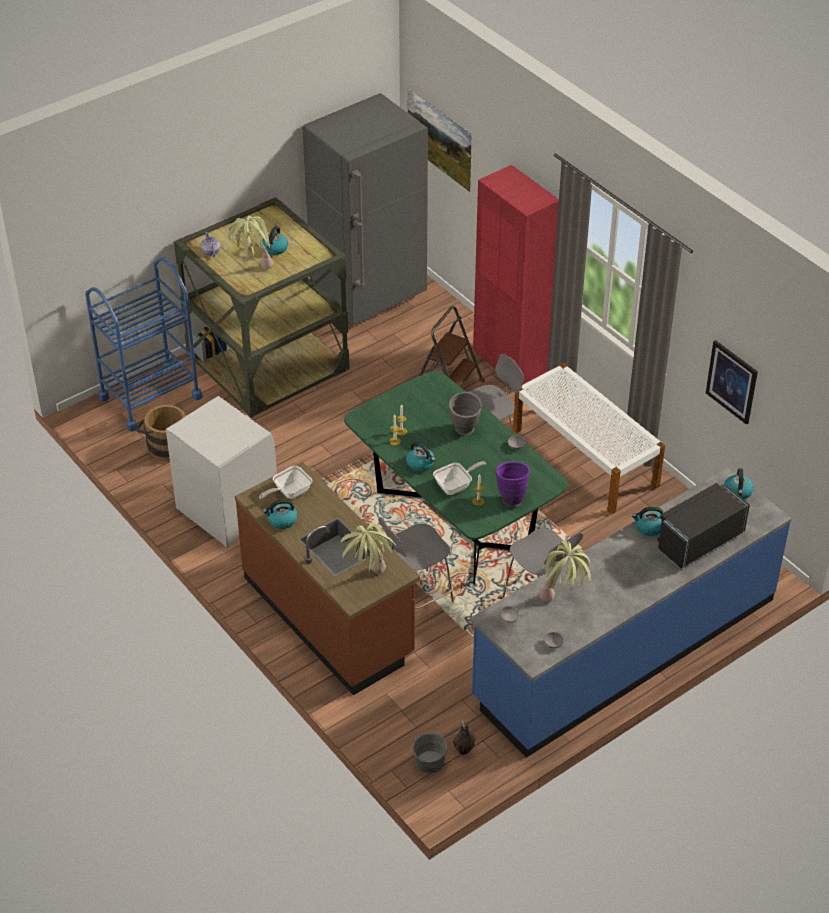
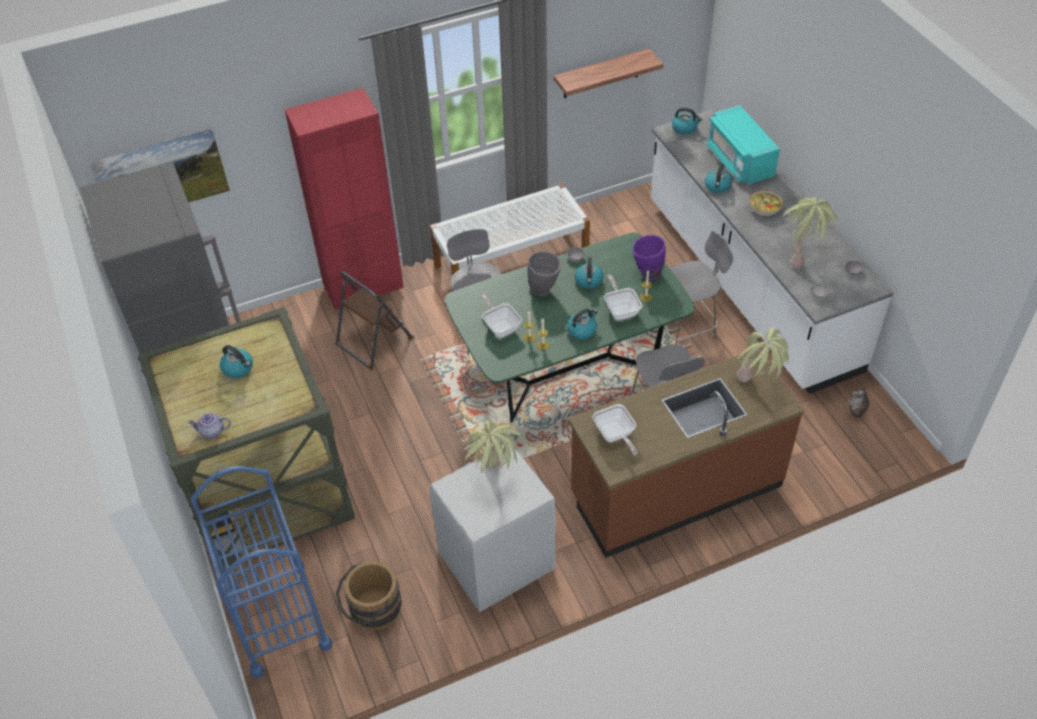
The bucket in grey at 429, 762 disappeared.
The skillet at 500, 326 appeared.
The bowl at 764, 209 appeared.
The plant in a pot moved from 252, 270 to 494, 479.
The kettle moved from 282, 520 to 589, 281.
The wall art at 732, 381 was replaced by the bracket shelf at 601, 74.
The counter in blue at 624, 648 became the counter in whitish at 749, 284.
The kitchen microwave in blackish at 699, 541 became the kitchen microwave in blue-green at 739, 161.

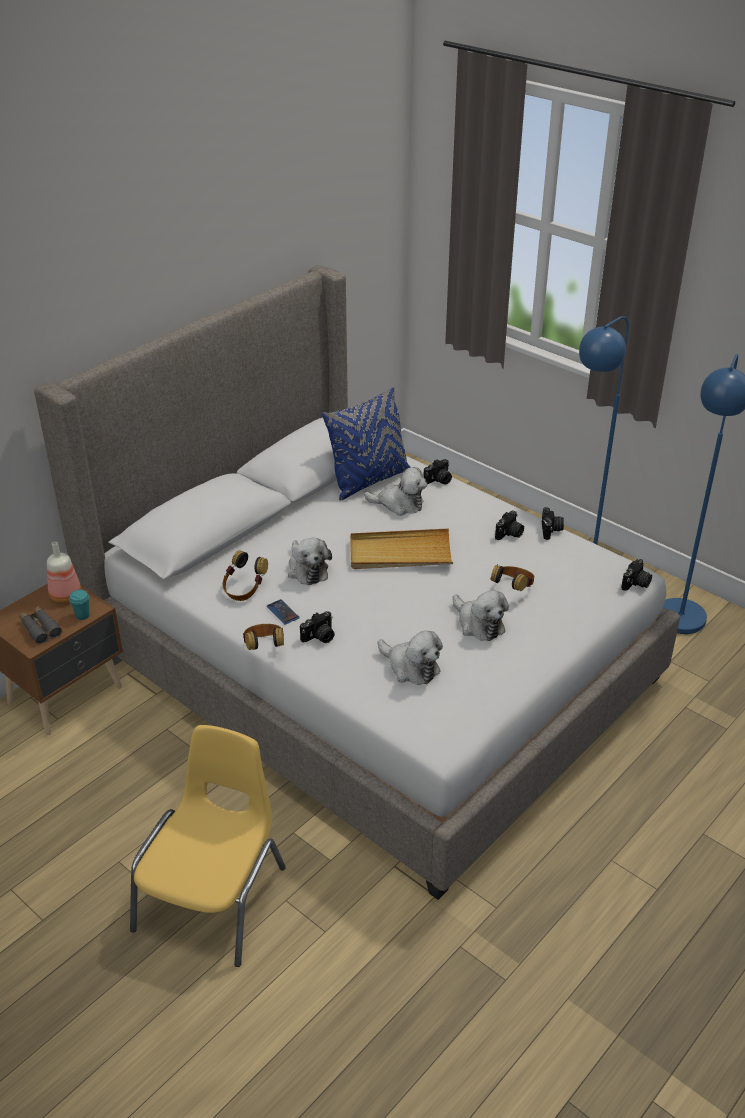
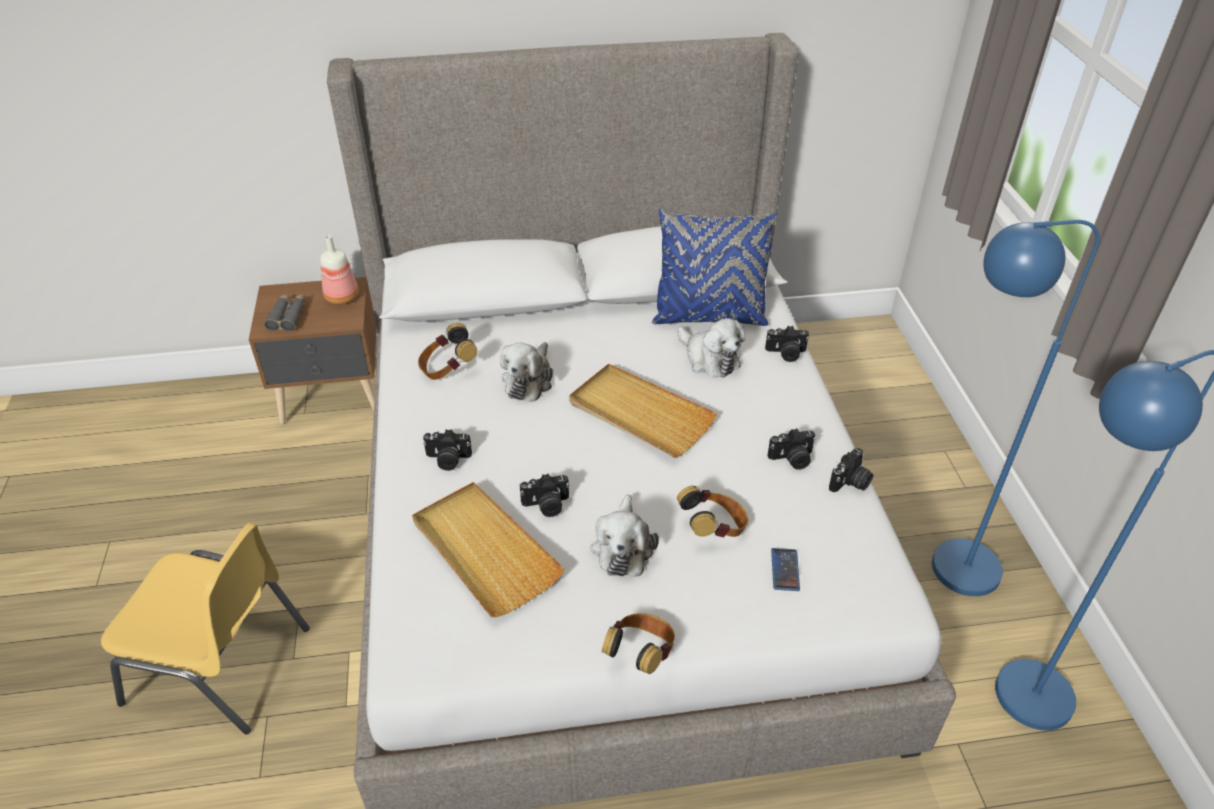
The cup in blue-green at 82, 615 disappeared.
The pair of headphones moved from 264, 648 to 641, 654.
The handset moved from 283, 612 to 785, 570.
The photo camera moved from 636, 584 to 546, 505.
The cuddly toy at 411, 667 was replaced by the serving tray in beige-coloured at 484, 551.
The chair in yellow at 213, 897 turned 45 degrees clockwise.

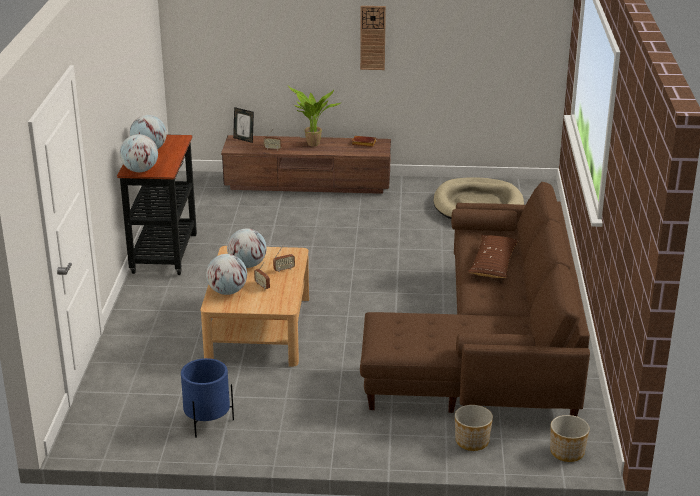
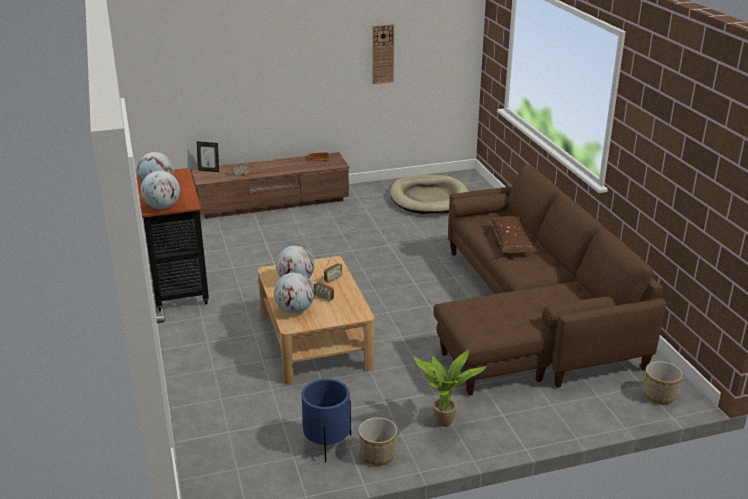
The plant in a pot moved from 312, 145 to 444, 424.
The hanging clock moved from 372, 37 to 383, 54.
The planter moved from 471, 441 to 377, 455.

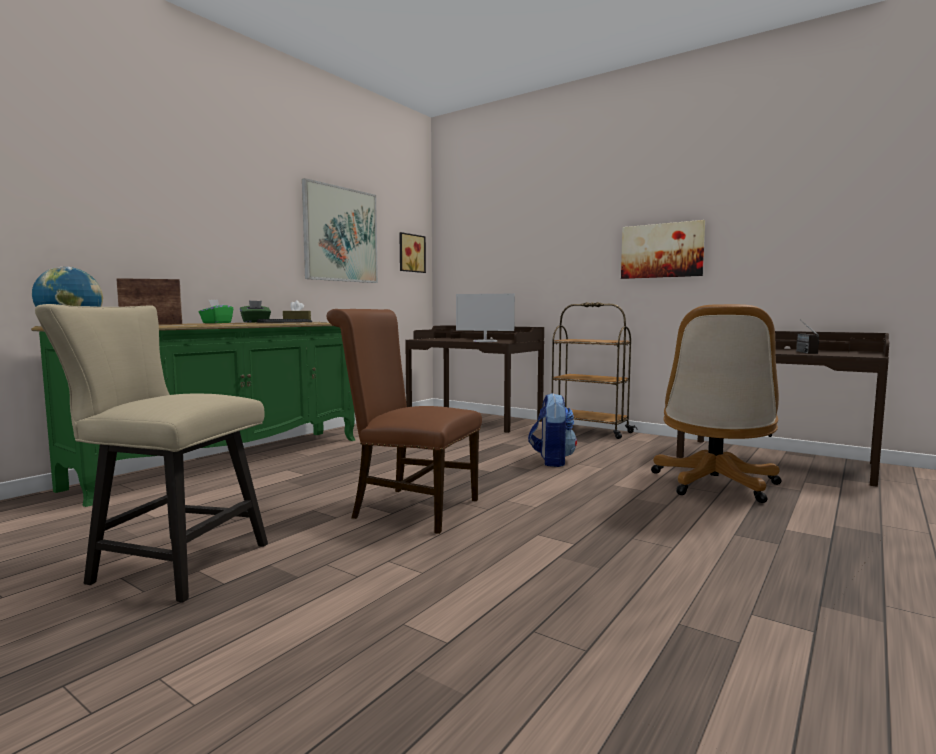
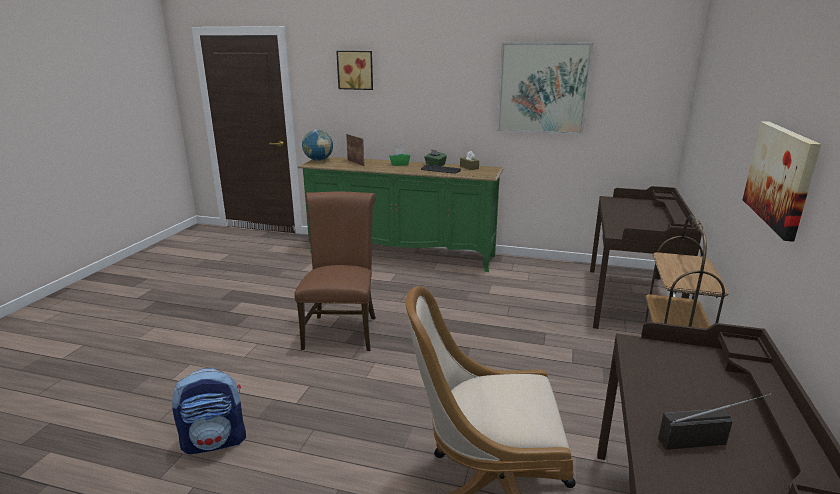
The chair in beige-coloured at 170, 563 disappeared.
The computer display at 485, 341 disappeared.
The wall art moved from 410, 253 to 355, 70.
The knapsack moved from 552, 460 to 215, 441.

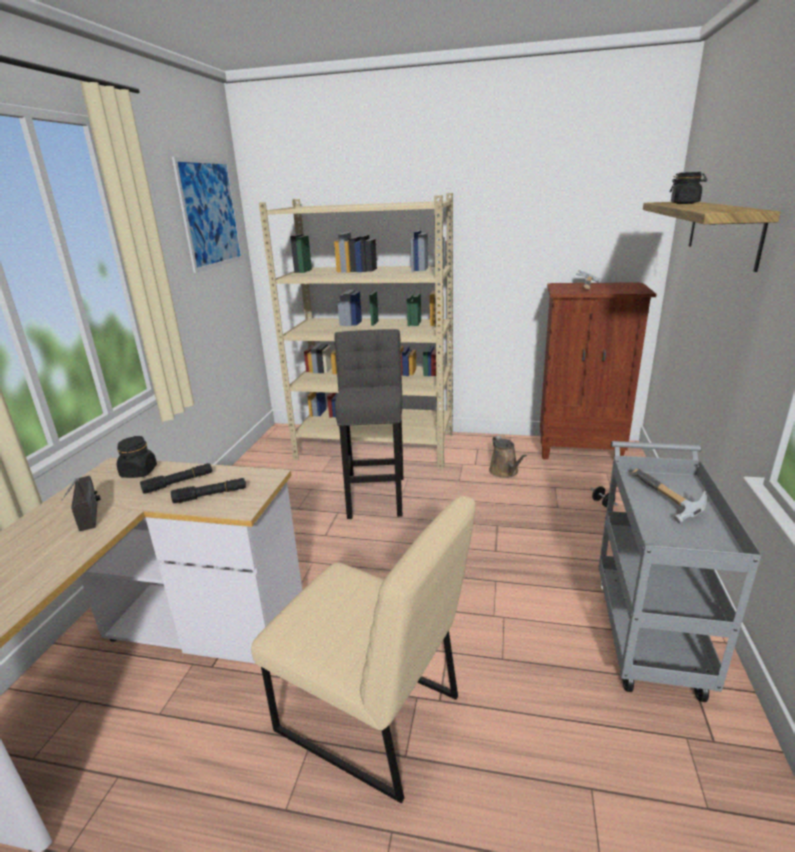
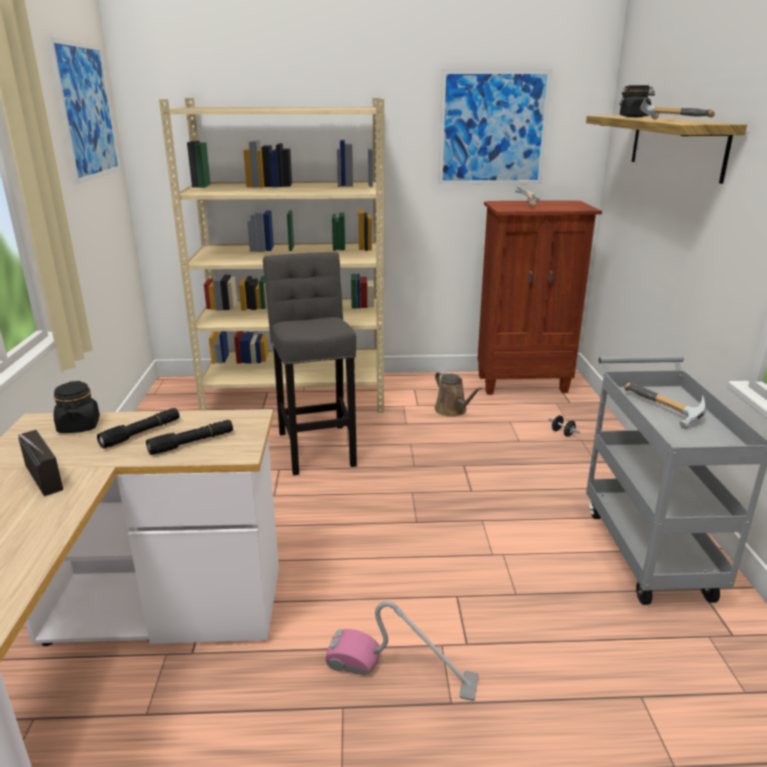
The wall art at 493, 128 appeared.
The hammer at 673, 120 appeared.
The chair in beige-coloured at 372, 716 was replaced by the vacuum at 401, 671.

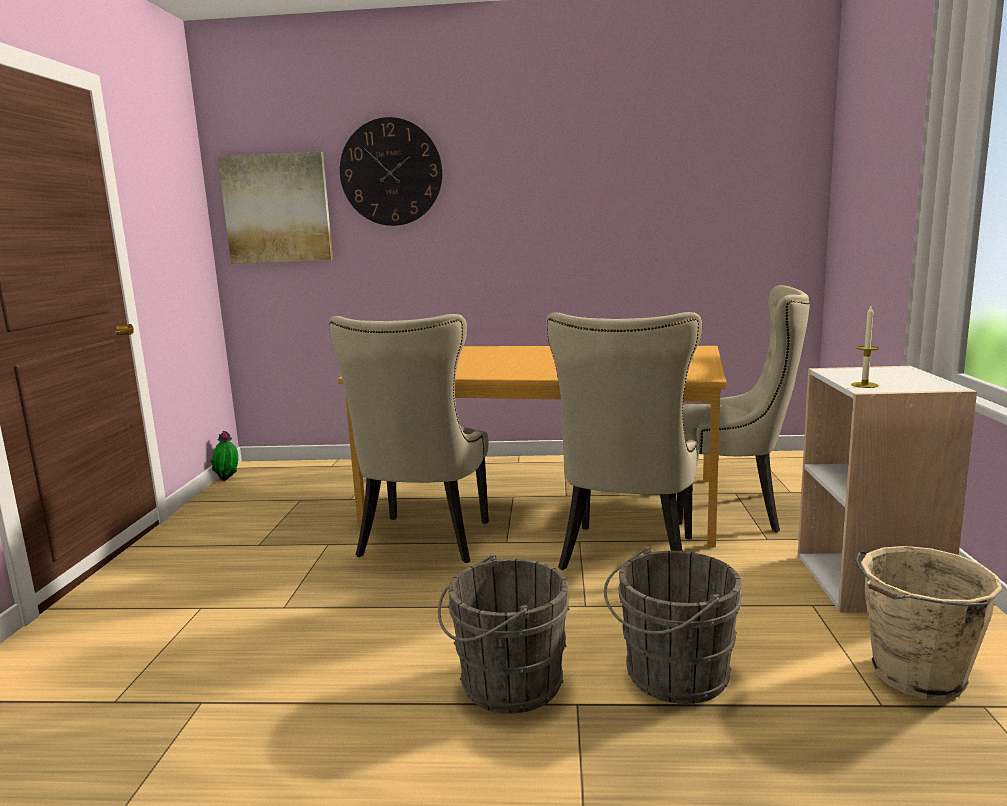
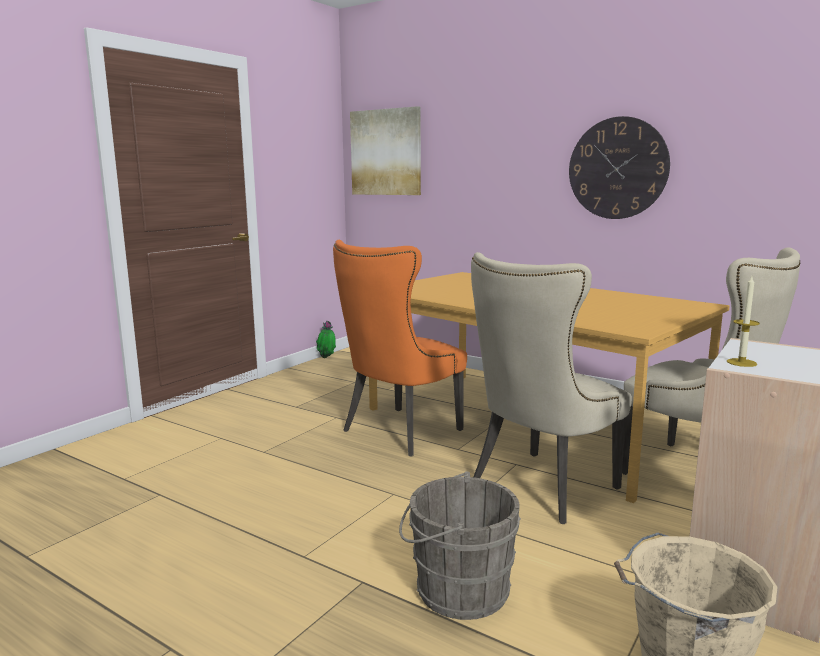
The bucket in grey at 505, 684 disappeared.
The hanging clock moved from 391, 172 to 617, 168.
The chair in beige-coloured at 425, 541 became the chair in orange at 400, 432.

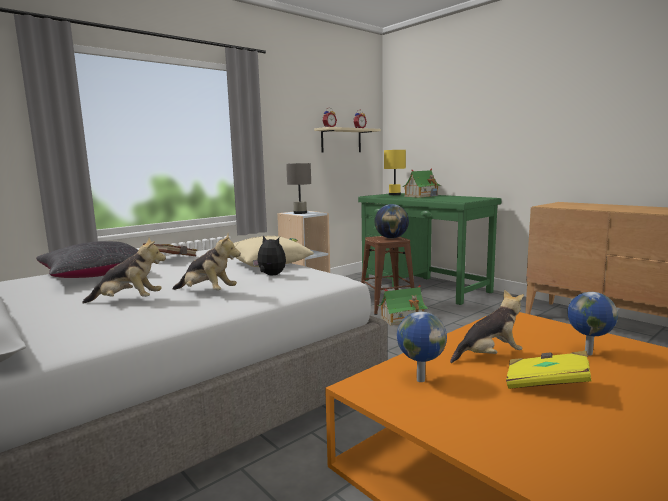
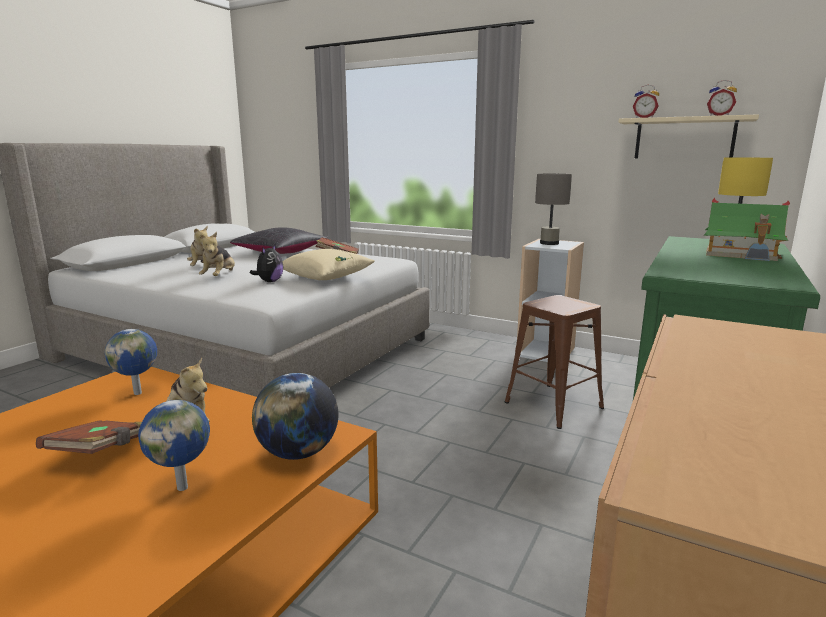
The miniature house at 402, 318 disappeared.
The world globe moved from 391, 238 to 298, 453.
The book in yellow at 546, 385 became the book in brownish at 100, 452.

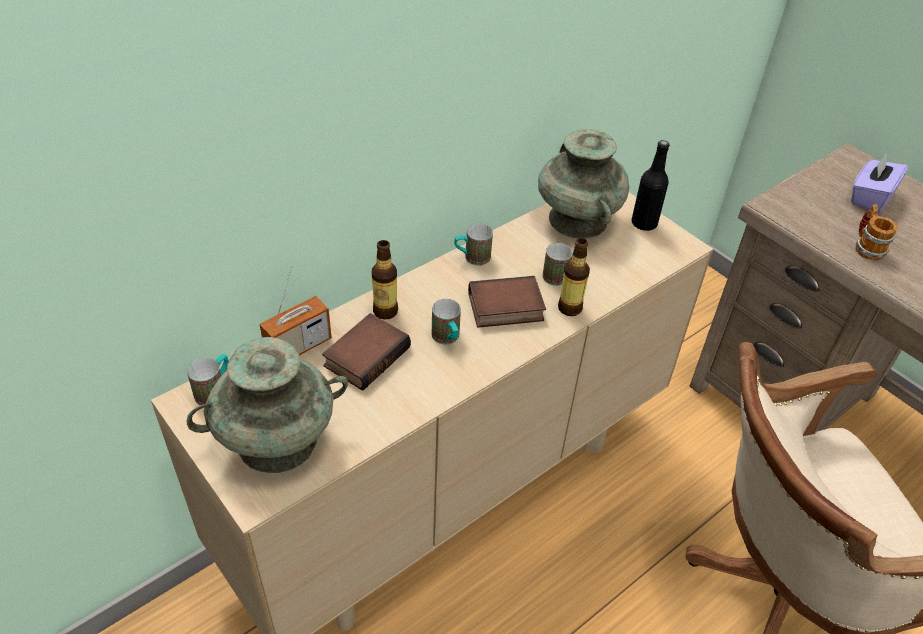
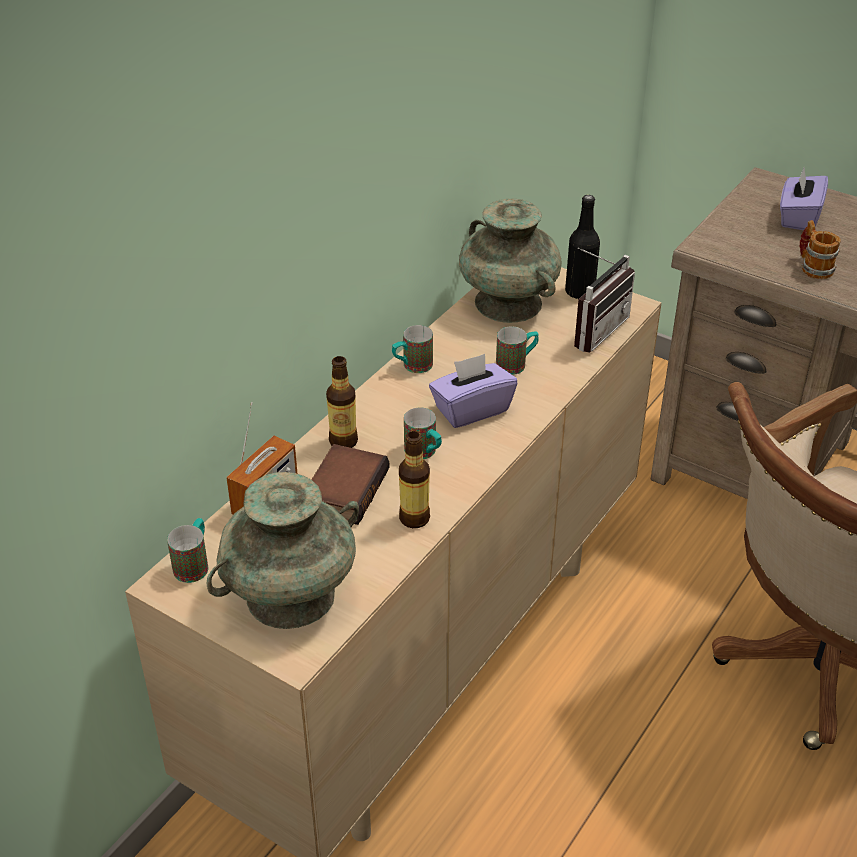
The radio receiver at 594, 329 appeared.
The drink bottle moved from 569, 308 to 414, 518.
The book at 505, 309 was replaced by the tissue holder in purplish at 471, 409.

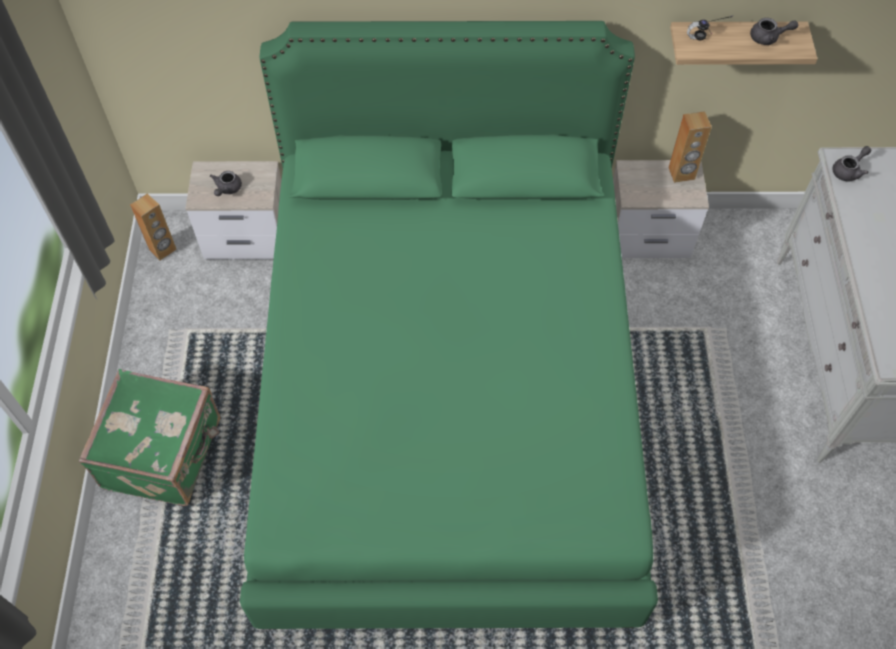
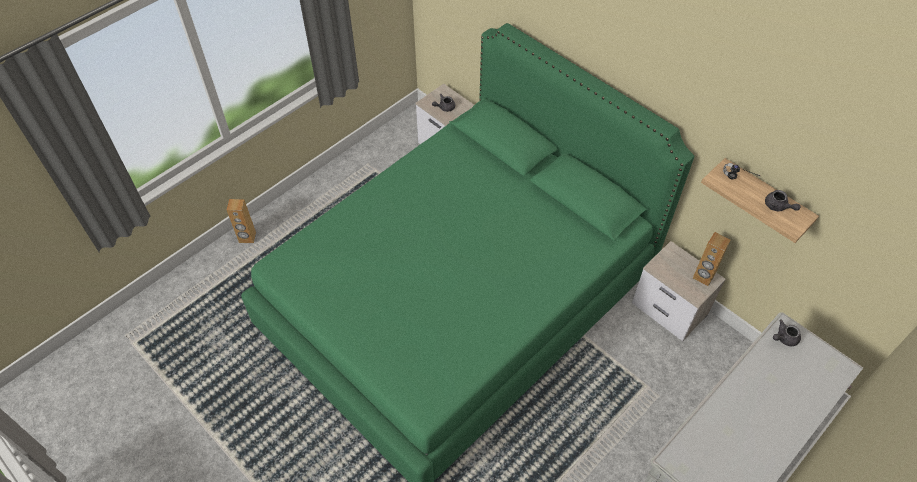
The travel case in greenish at 165, 453 disappeared.
The speaker in brownish moved from 163, 249 to 247, 238.
The pot for tea in grey at 849, 171 turned 150 degrees clockwise.

